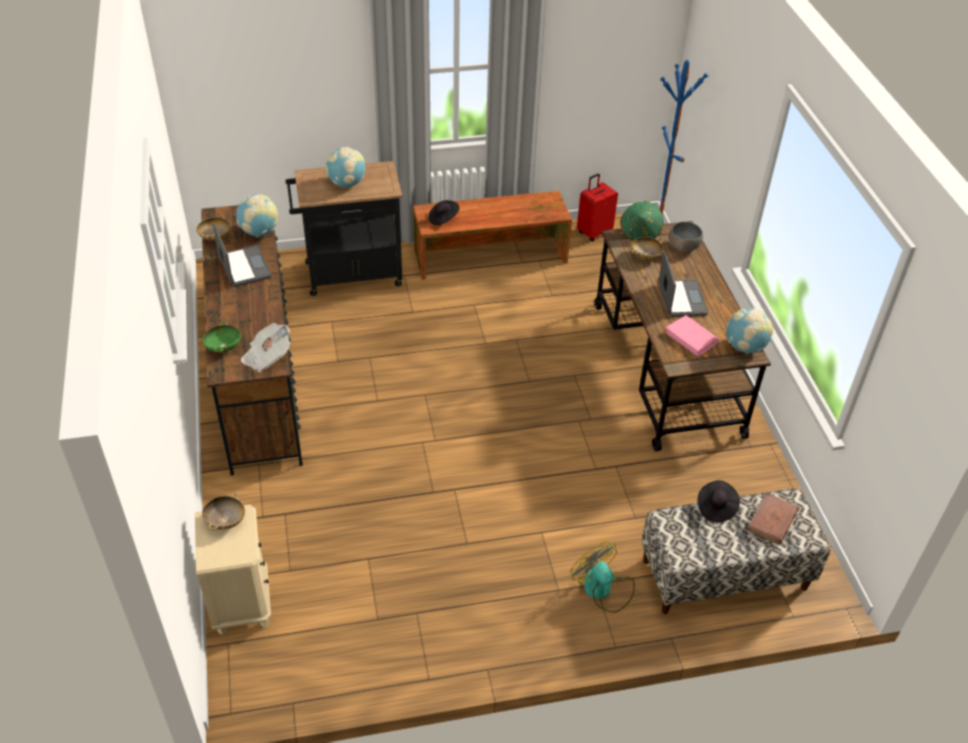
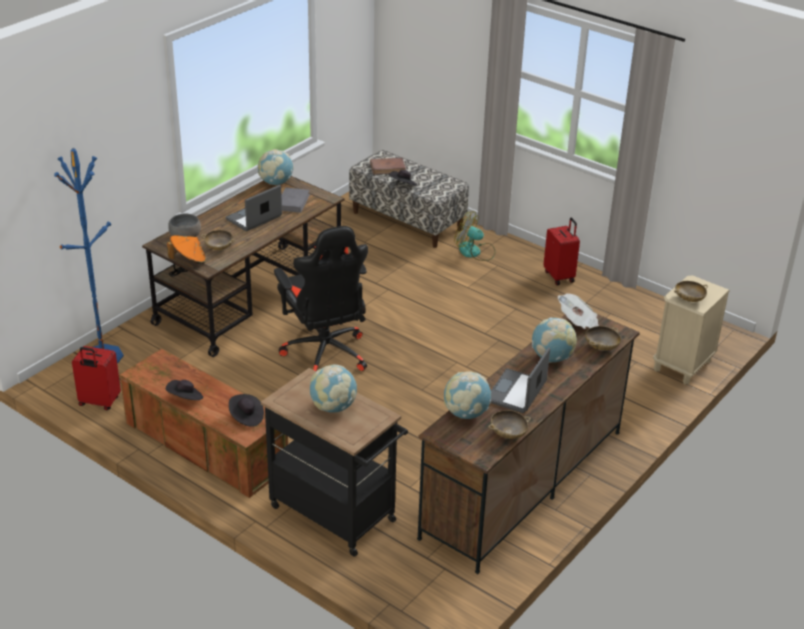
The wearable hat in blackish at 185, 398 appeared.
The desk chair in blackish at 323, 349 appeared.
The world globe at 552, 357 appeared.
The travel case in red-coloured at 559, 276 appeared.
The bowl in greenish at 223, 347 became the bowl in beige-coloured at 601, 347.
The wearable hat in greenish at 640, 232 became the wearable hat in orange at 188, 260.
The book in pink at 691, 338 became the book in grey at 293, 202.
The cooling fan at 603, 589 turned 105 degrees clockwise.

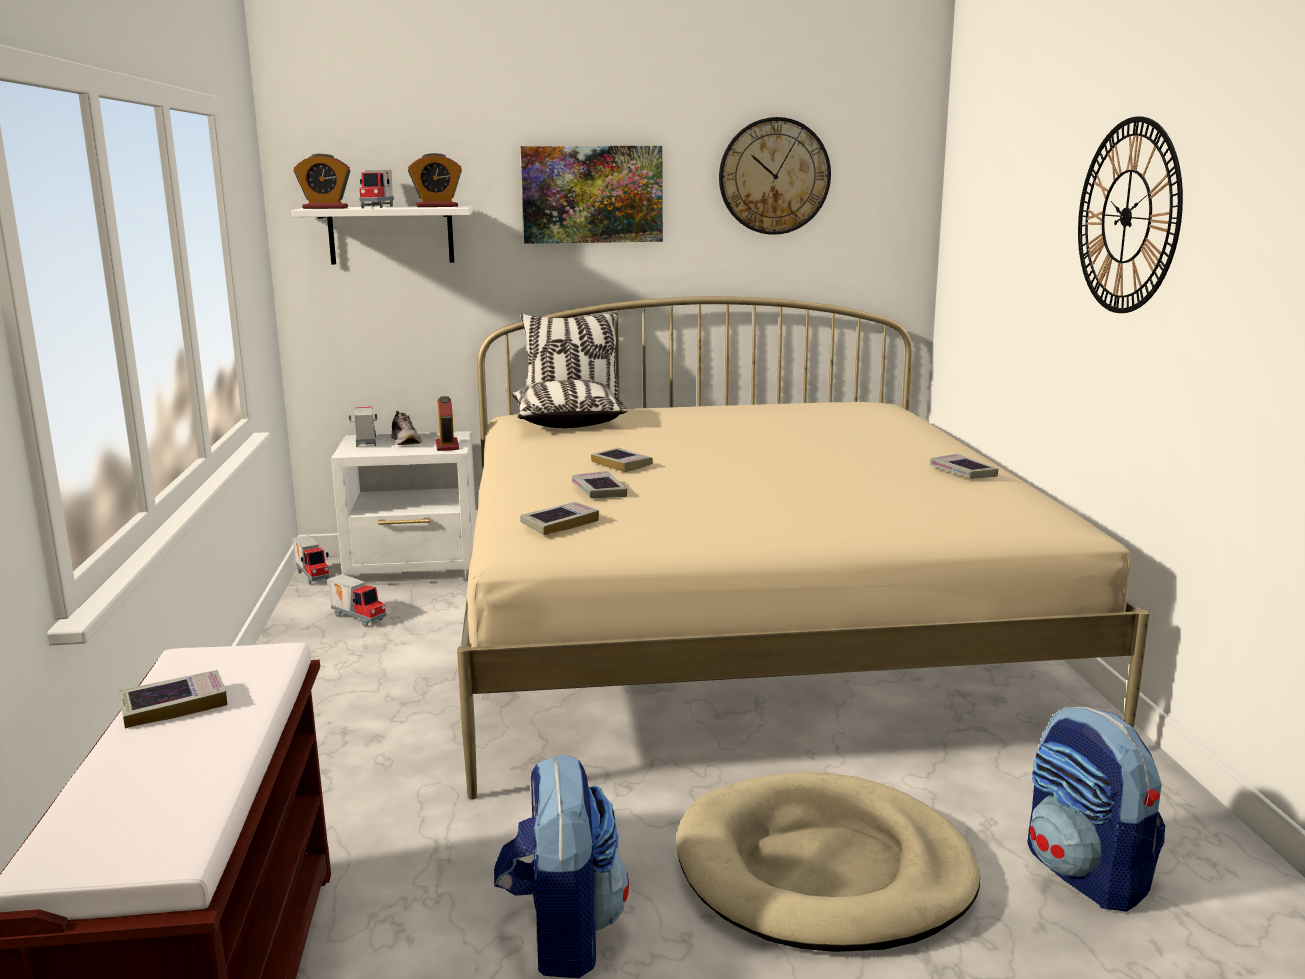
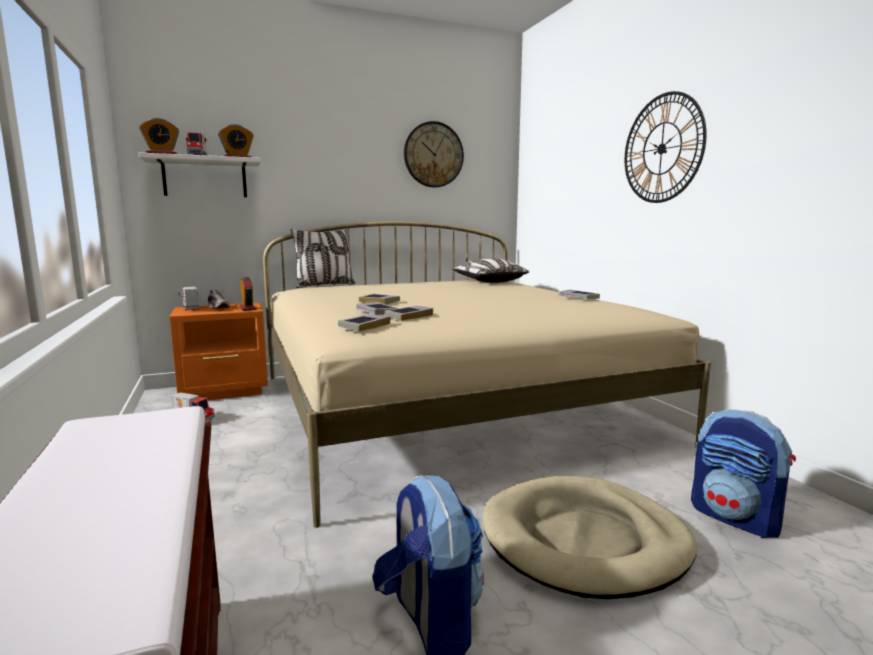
The model truck at 314, 576 disappeared.
The wall art at 592, 194 disappeared.
The book moved from 174, 705 to 409, 316.
The pillow moved from 566, 422 to 489, 281.
The nightstand in whitish at 415, 570 became the nightstand in orange at 226, 391.

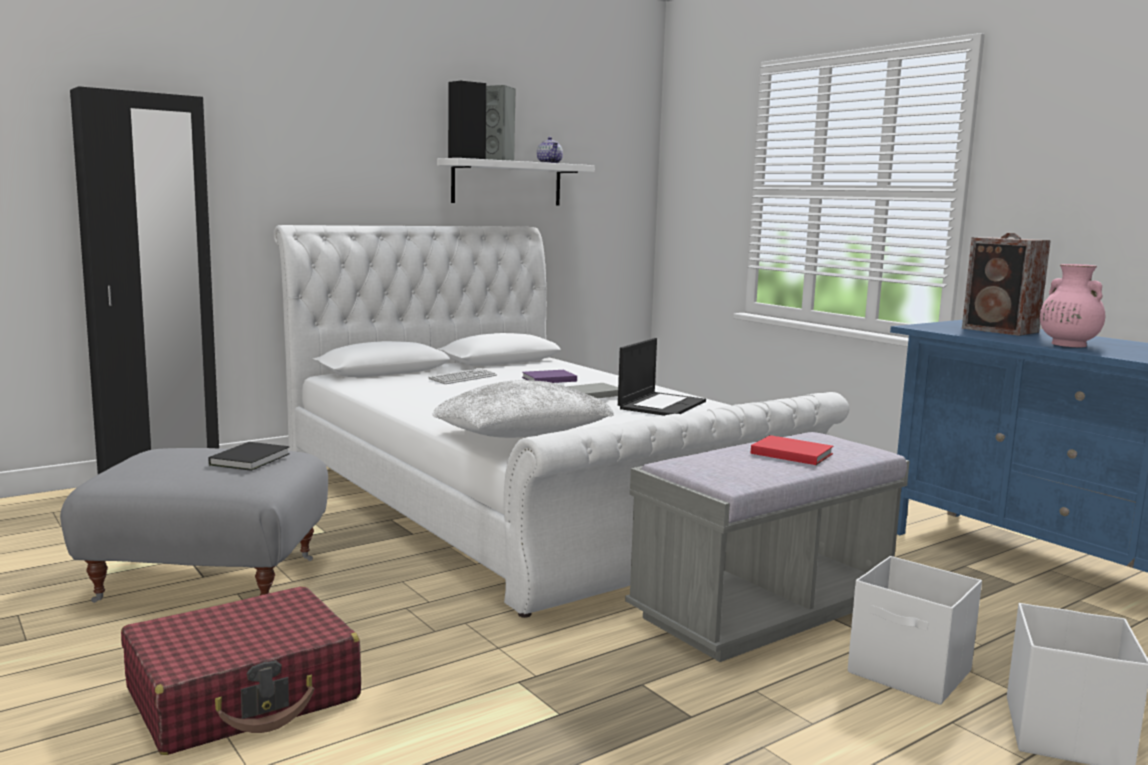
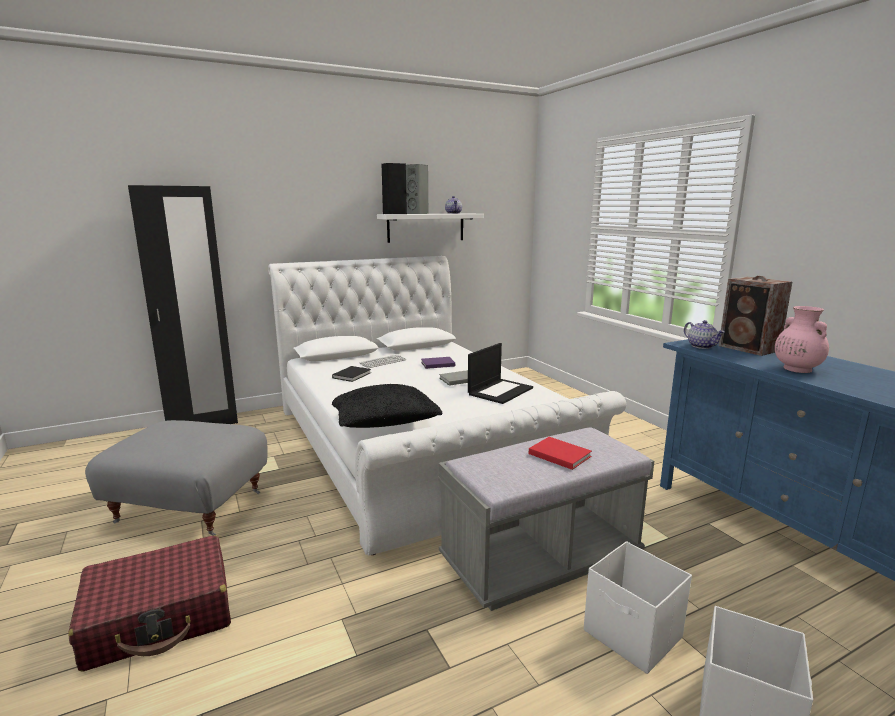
The pot for tea at 702, 346 appeared.
The book in blackish moved from 252, 459 to 353, 375.
The pillow in whitish at 519, 436 became the pillow in blackish at 384, 422.

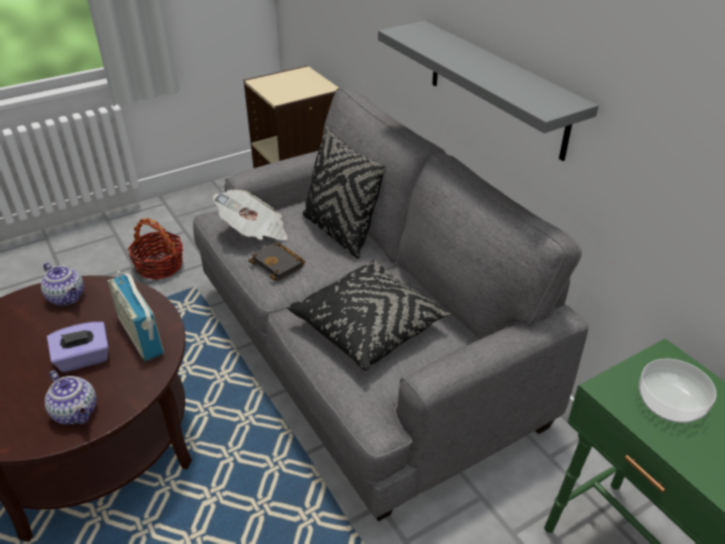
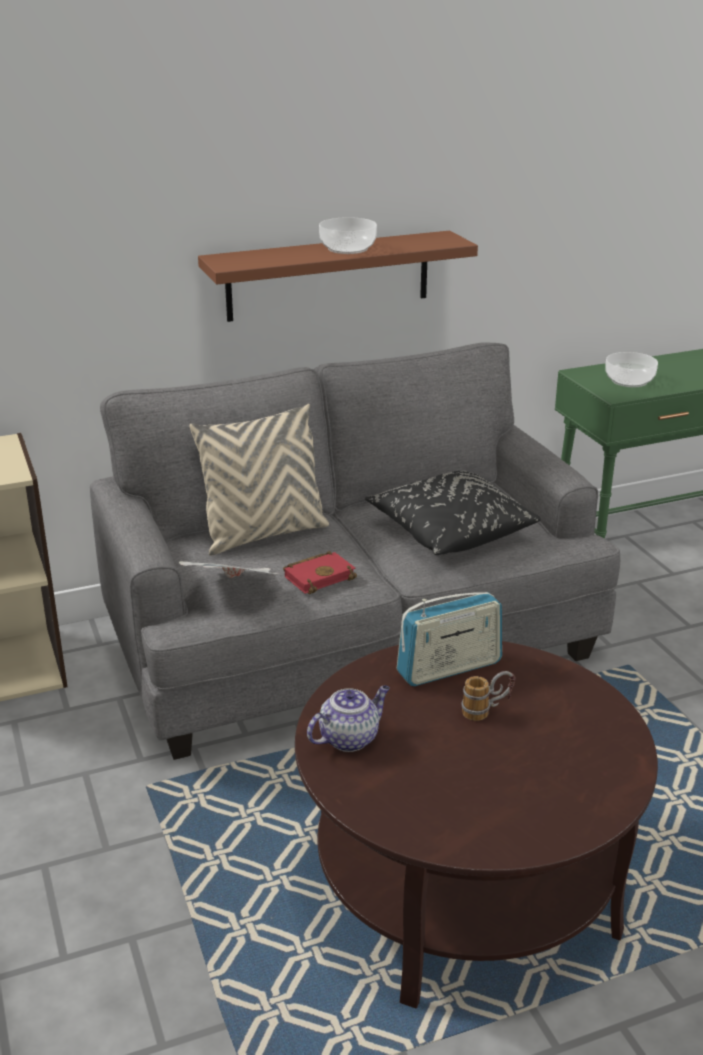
The pot for tea at 76, 412 disappeared.
The storage basket at 160, 266 disappeared.
The bowl at 348, 248 appeared.
The tissue holder in purplish at 84, 359 was replaced by the tea mug at 487, 711.
The book in blackish at 279, 265 became the book in red-coloured at 320, 576.
The pillow in blackish at 339, 232 became the pillow in beige-coloured at 264, 534.
The bracket shelf in grey at 496, 88 became the bracket shelf in brownish at 328, 276.

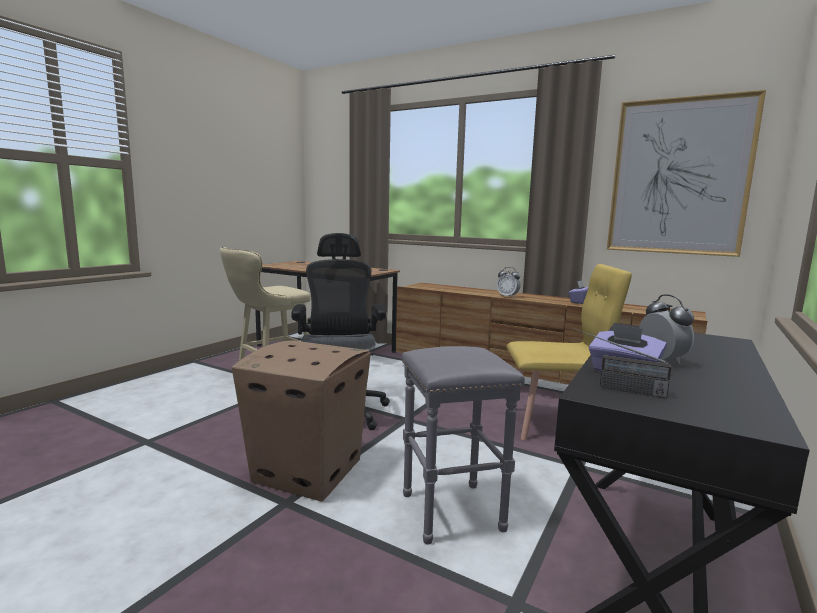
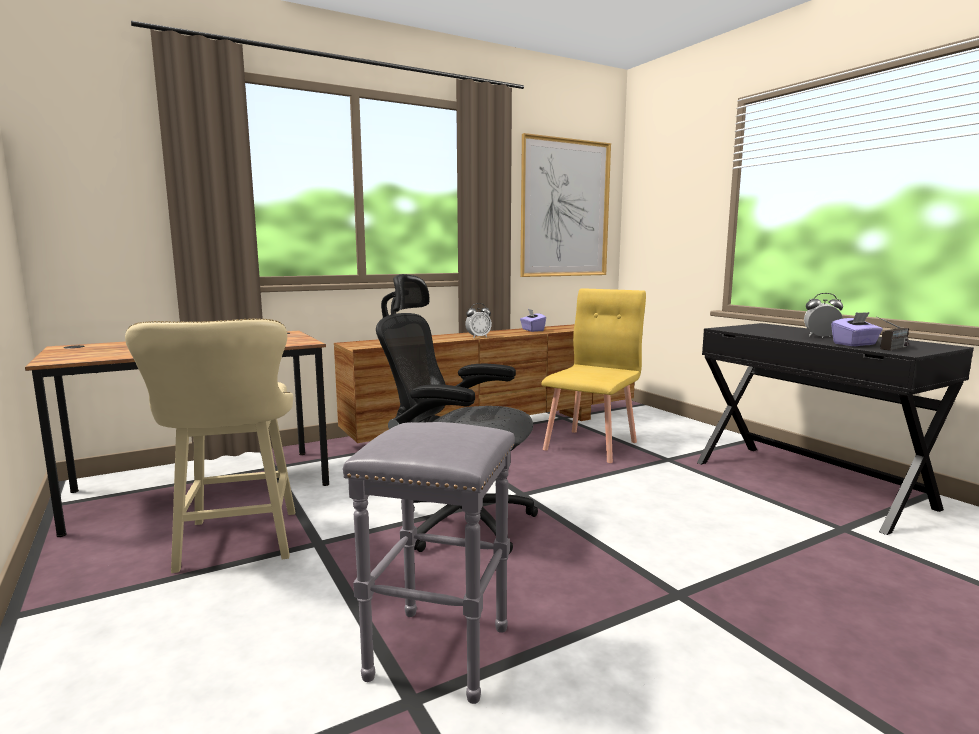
The cardboard box at 306, 470 disappeared.
The stool seat in grey moved from 453, 510 to 437, 650.

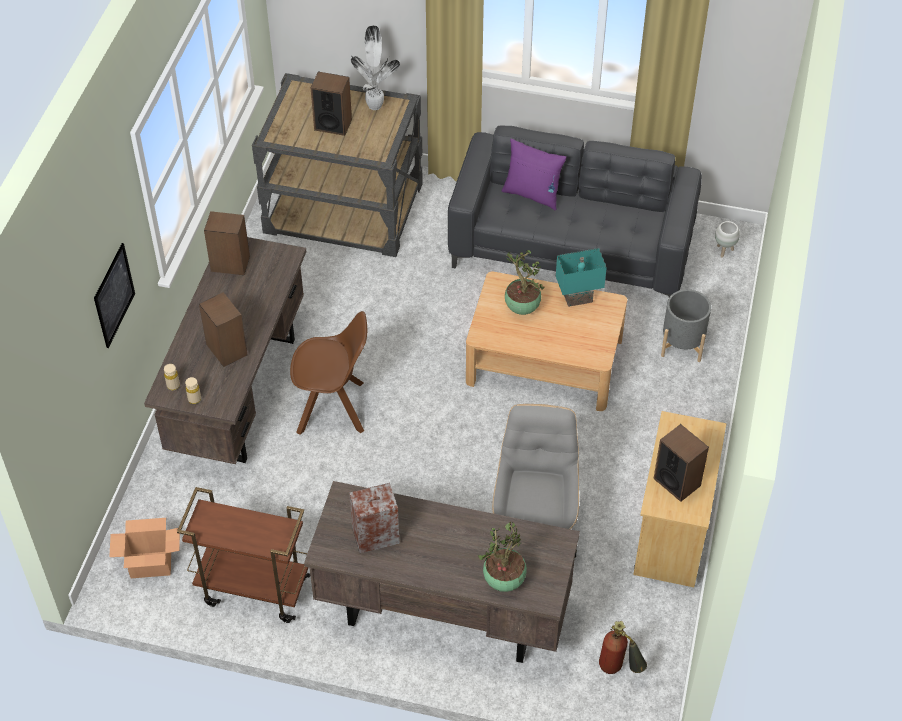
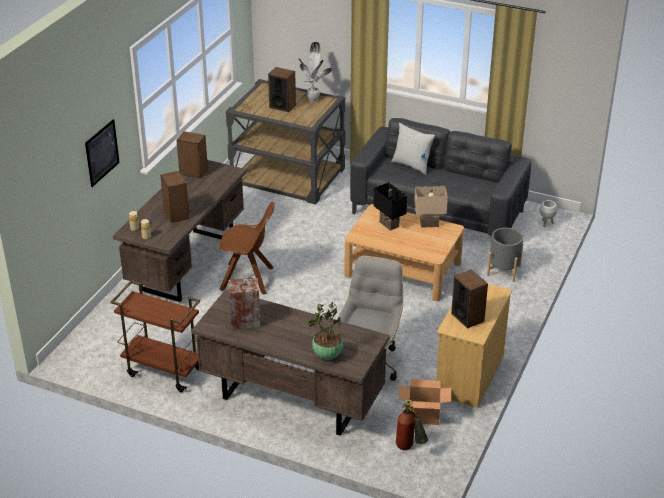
The cardboard box moved from 150, 565 to 423, 416.
The plant in a pot at 521, 307 was replaced by the tabletop lamp in blackish at 388, 224.
The pillow in purplish at 532, 195 became the pillow in grey at 411, 166.
The tabletop lamp in blue-green at 578, 300 became the tabletop lamp in beige-coloured at 429, 224.

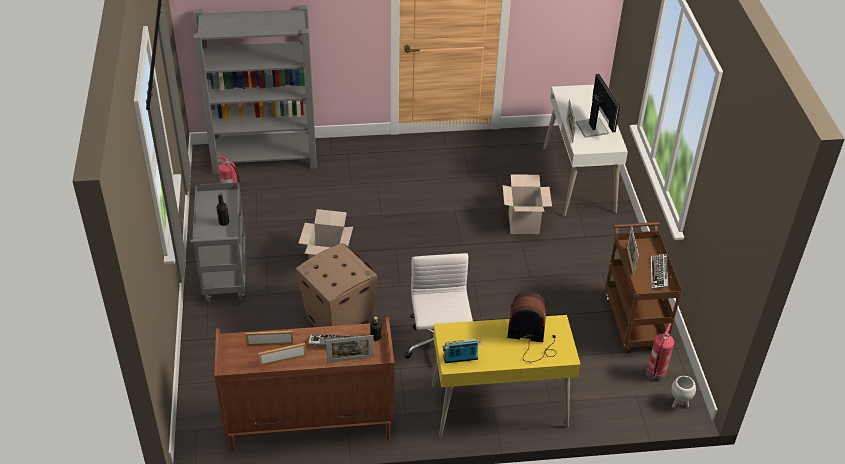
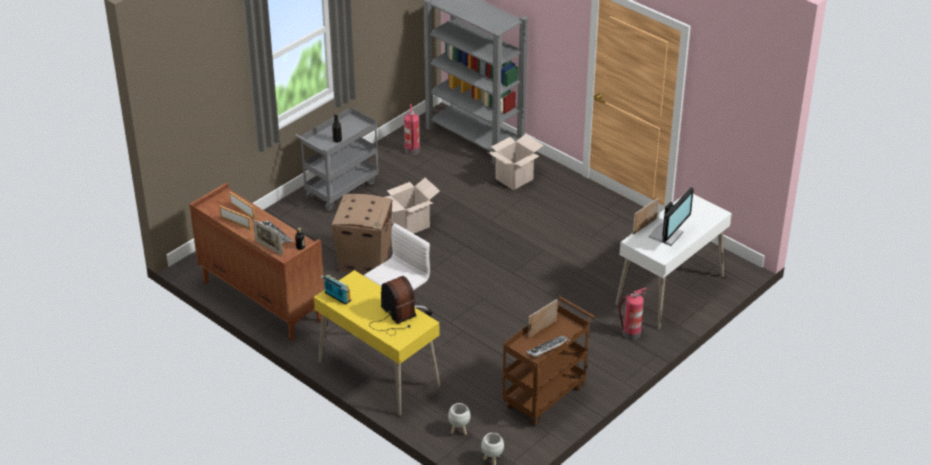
The planter in whitish at 459, 431 appeared.
The cardboard box moved from 523, 223 to 514, 179.
The extinguisher moved from 655, 375 to 631, 334.

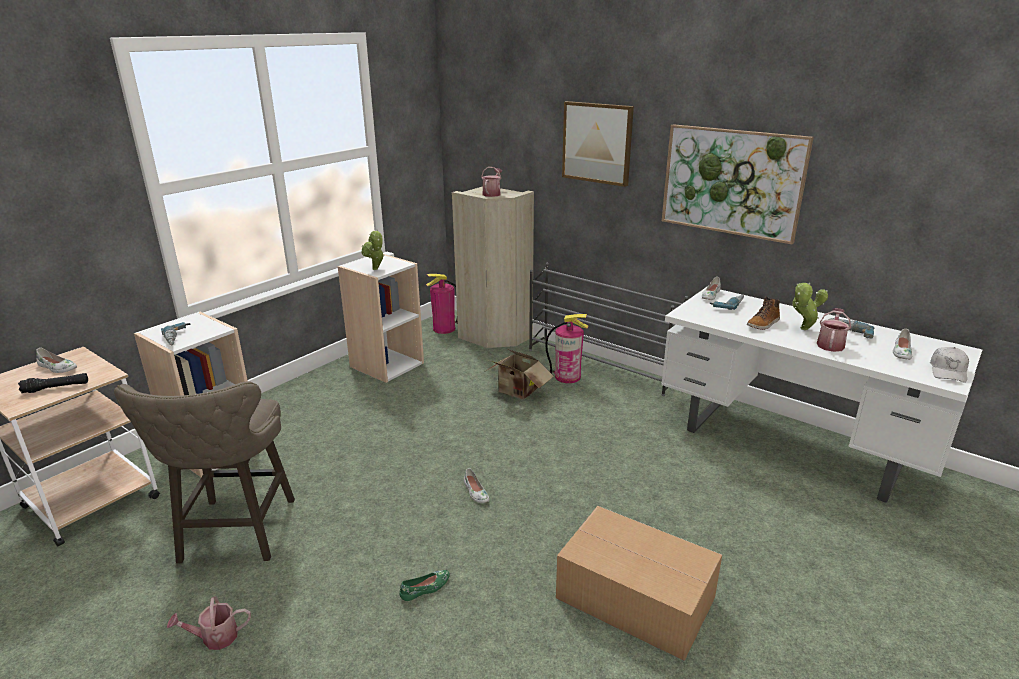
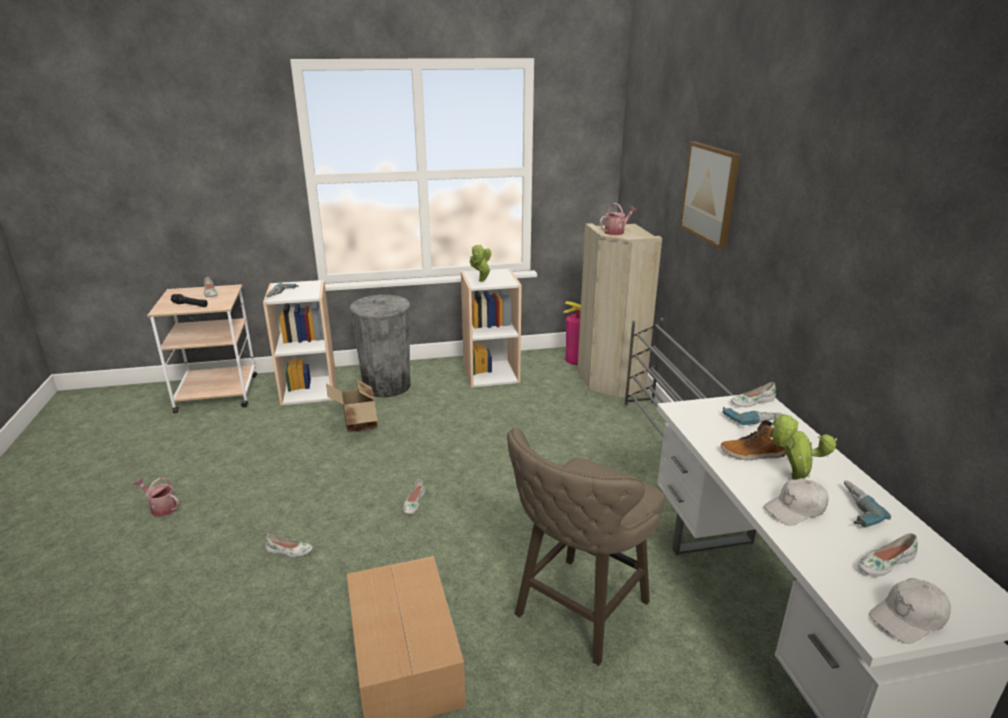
The extinguisher at 567, 376 disappeared.
The wall art at 732, 182 disappeared.
The trash can in grey at 387, 386 appeared.
The stool seat in beige-coloured moved from 236, 534 to 578, 612.
The cardboard box moved from 517, 392 to 357, 425.
The watering can at 830, 344 was replaced by the cap in whitish at 796, 509.
The low shoe in greenish at 425, 588 became the low shoe in whitish at 289, 551.

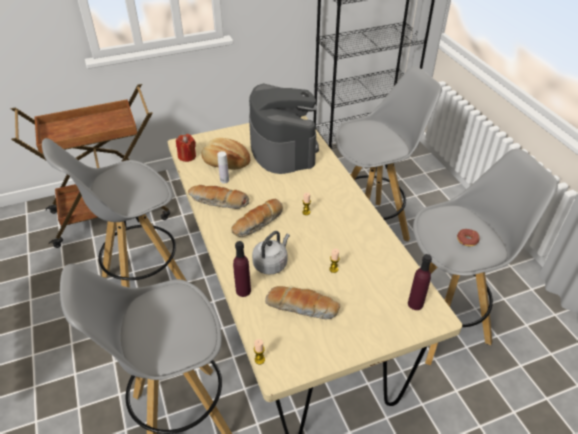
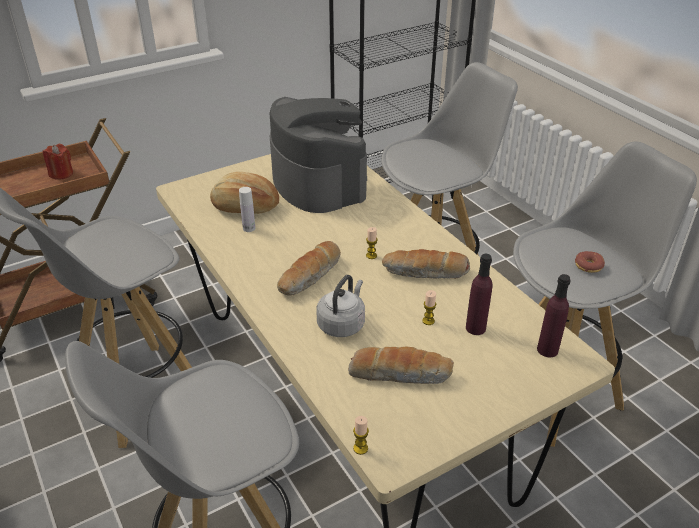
The wax candle in red-coloured moved from 187, 156 to 61, 174.
The bread moved from 218, 202 to 425, 272.
The drink bottle in purplish moved from 243, 290 to 475, 328.

